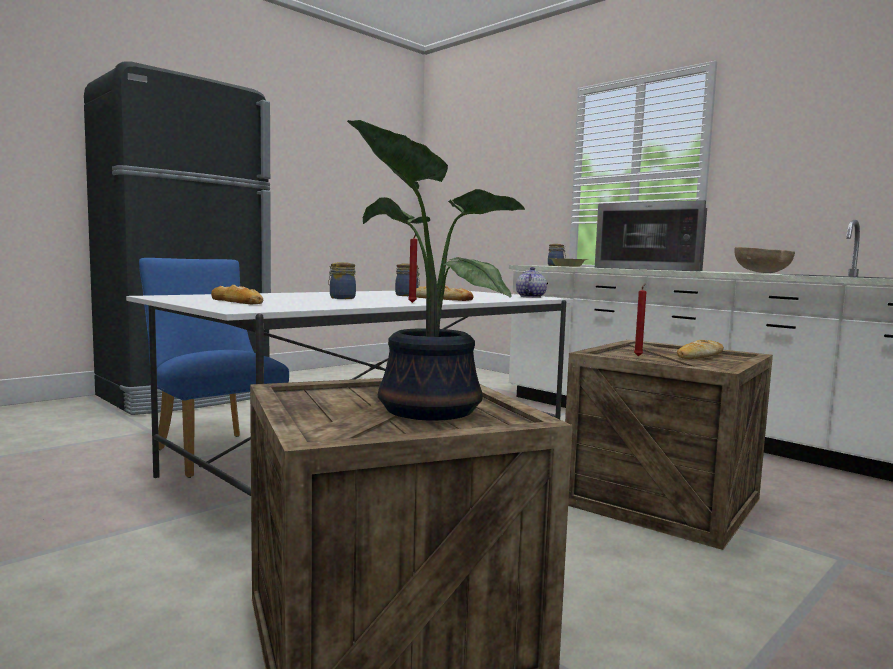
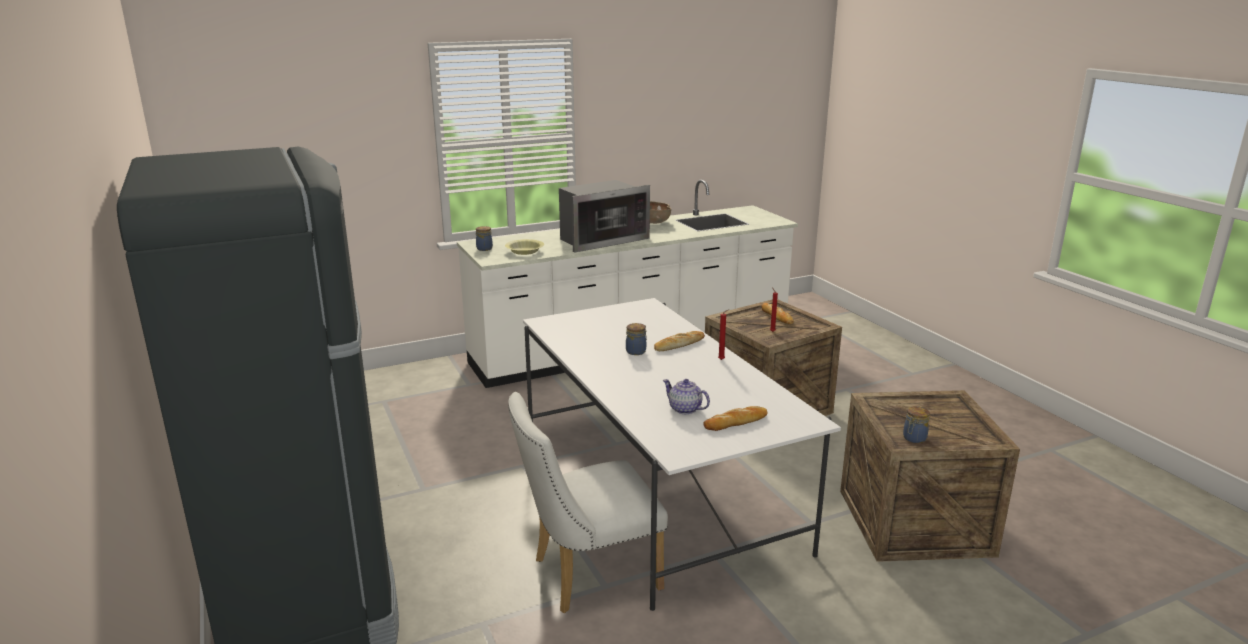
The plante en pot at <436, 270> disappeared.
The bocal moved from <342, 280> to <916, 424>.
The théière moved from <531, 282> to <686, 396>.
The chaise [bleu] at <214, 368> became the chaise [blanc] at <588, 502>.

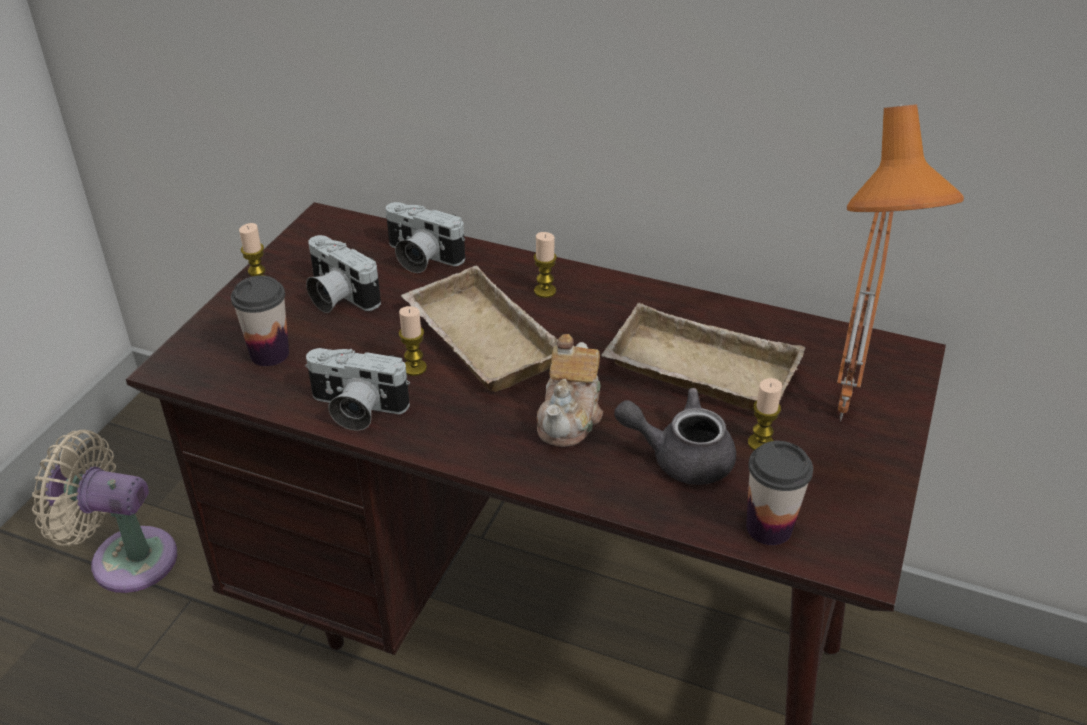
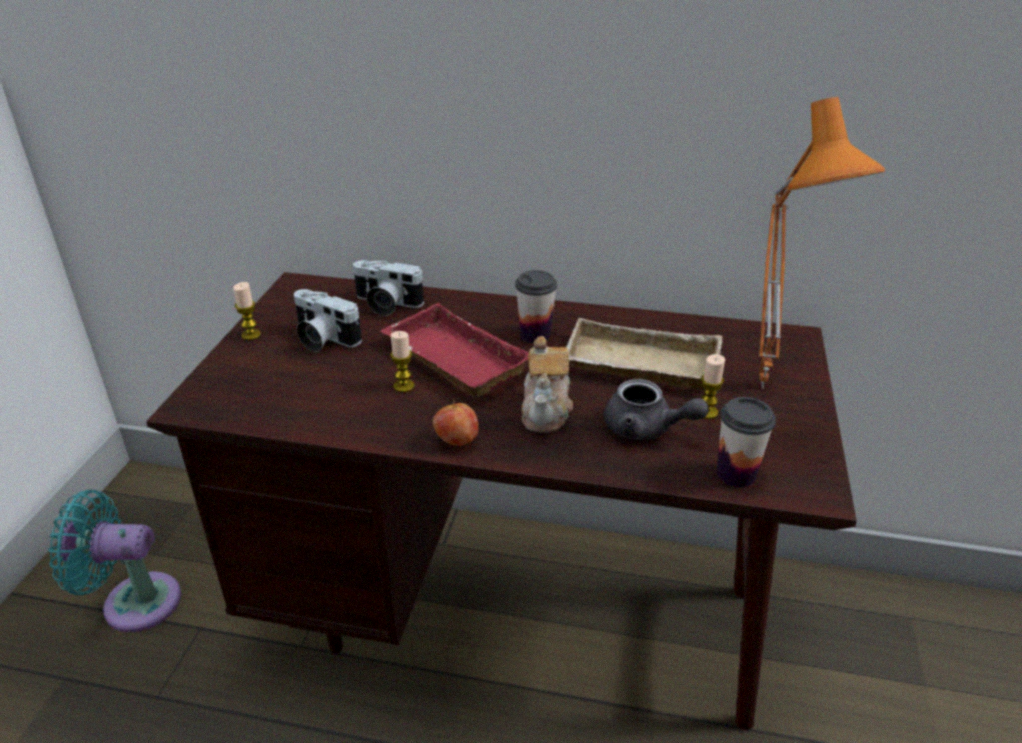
The appareil photo at <357, 389> disappeared.
The bougie at <545, 265> disappeared.
The pomme at <456, 423> appeared.
The tasse moved from <260, 321> to <536, 306>.
The ventilateur [beige] at <104, 511> became the ventilateur [turquoise] at <114, 561>.
The plateau [beige] at <479, 328> became the plateau [rouge] at <454, 350>.
The théière [gris] at <675, 436> turned 150 degrees counterclockwise.

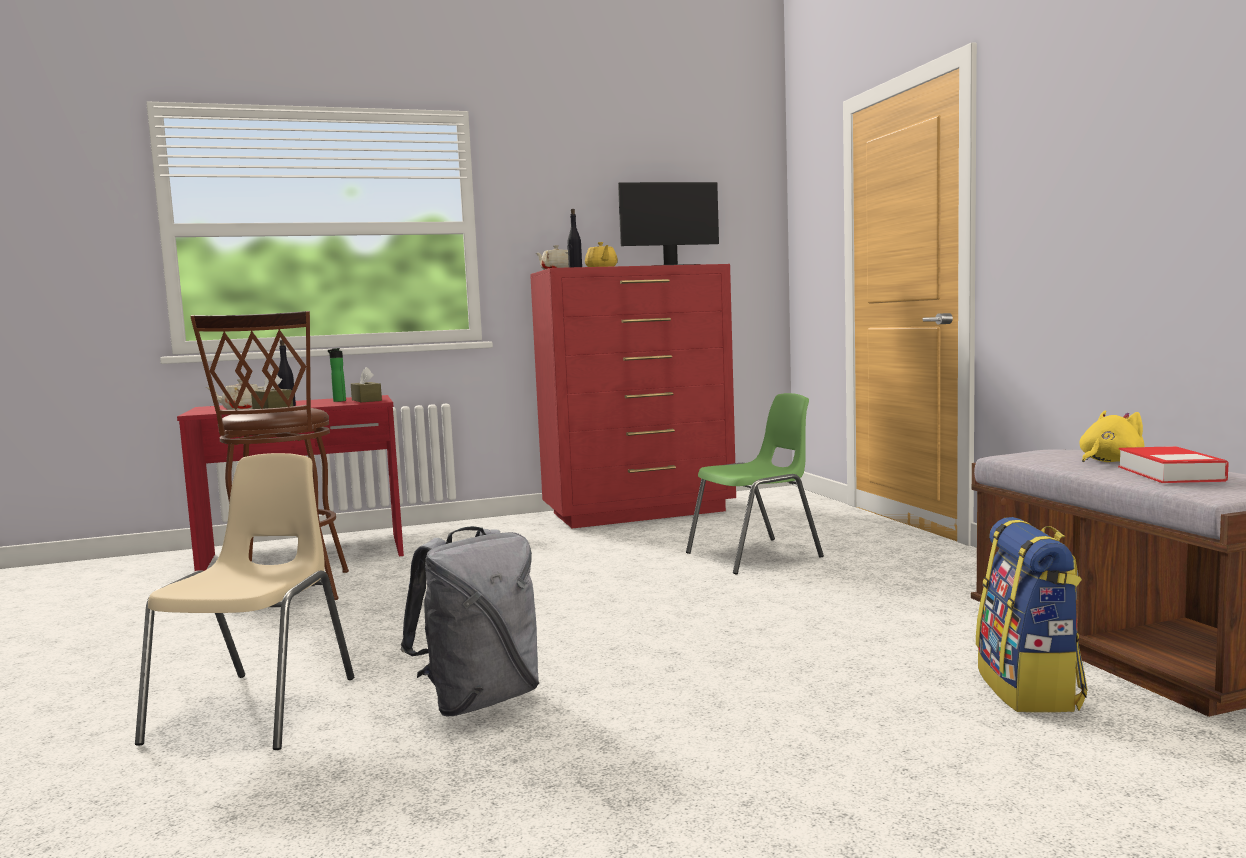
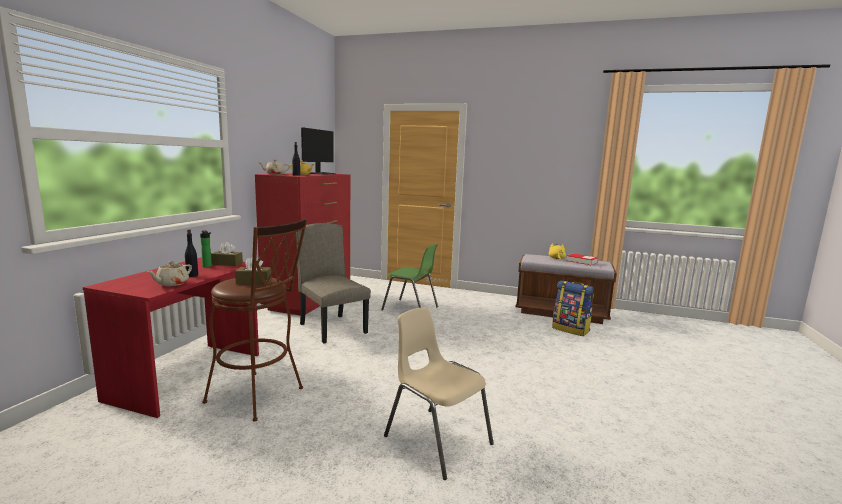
The sac à dos [gris] at <470, 621> disappeared.
The chaise [beige] at <333, 283> appeared.
The chaise [vert] at <755, 483> turned 105 degrees clockwise.

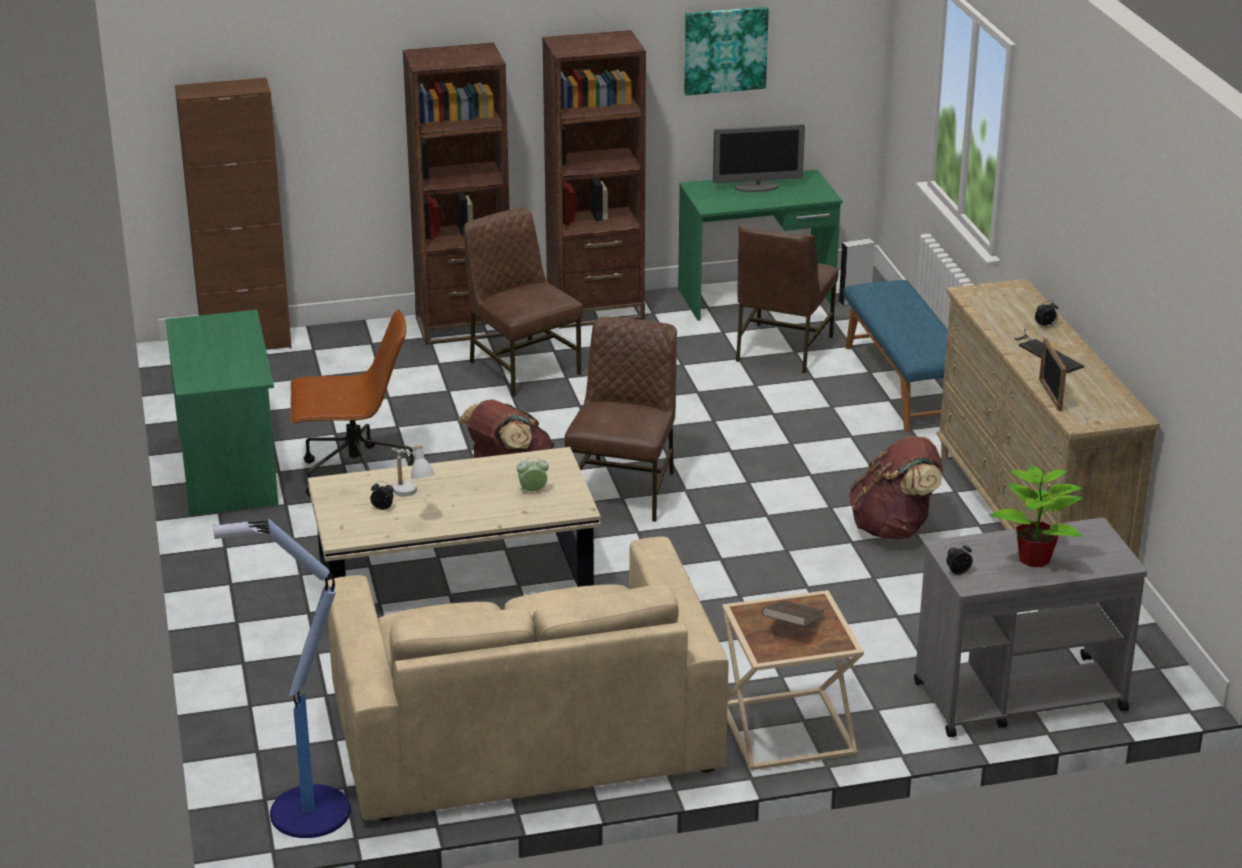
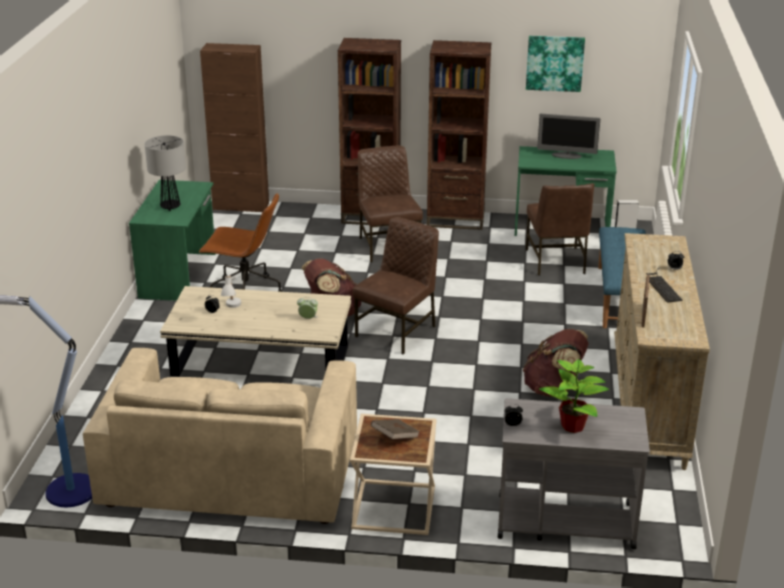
The lampe de table at <165, 173> appeared.
The chaise [marron] at <787, 299> turned 45 degrees counterclockwise.

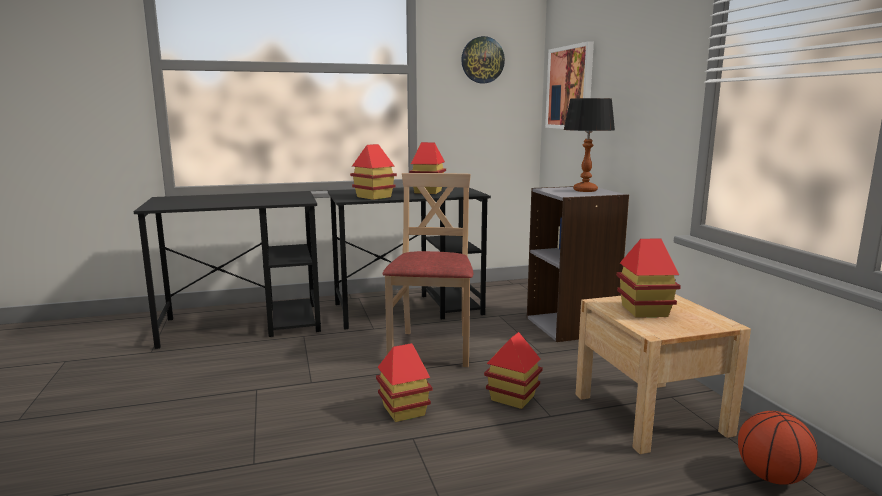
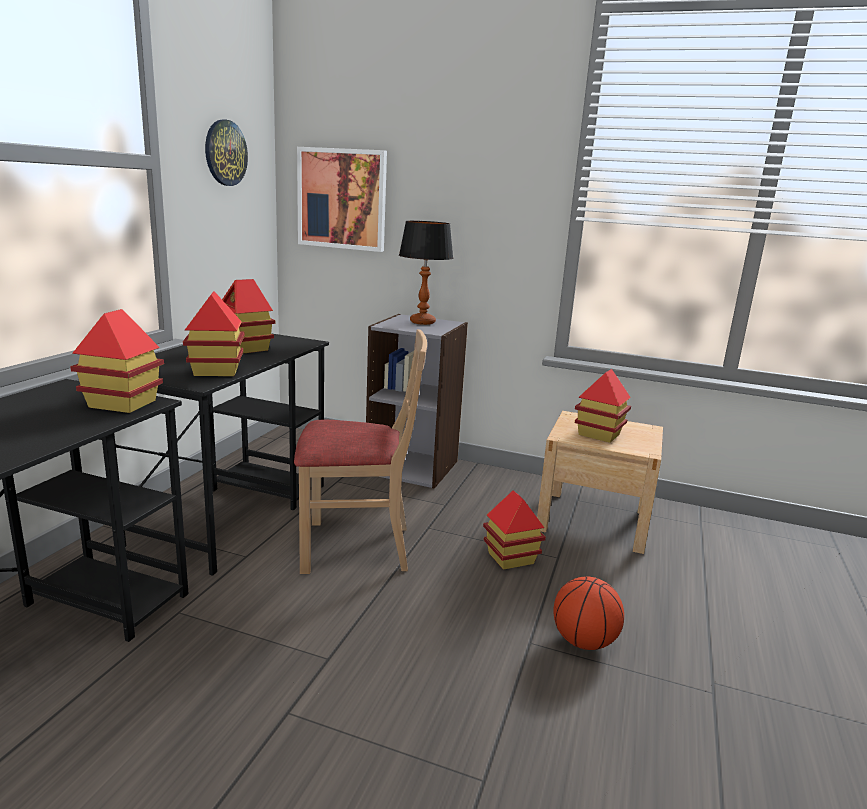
The maison miniature moved from <404, 382> to <117, 361>.
The ballon de basket moved from <778, 448> to <588, 613>.
The chaise [beige] at <427, 270> turned 135 degrees clockwise.

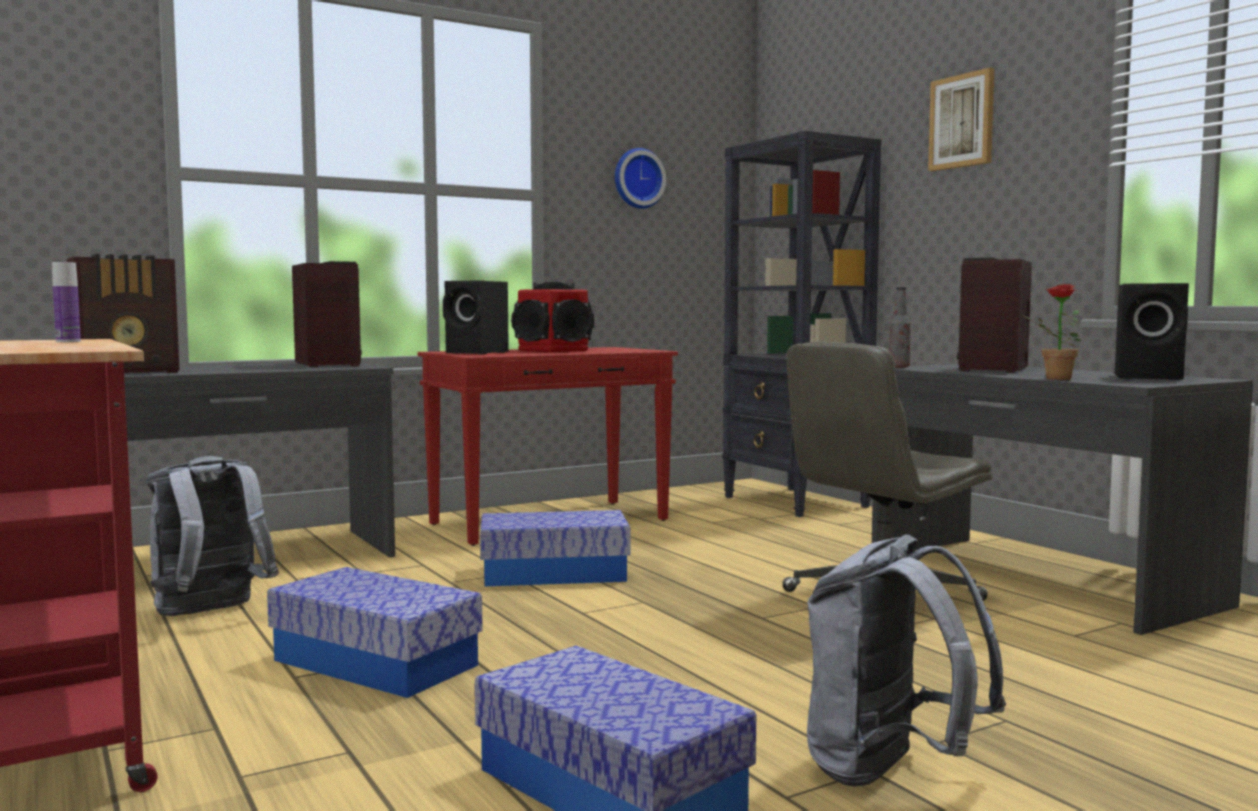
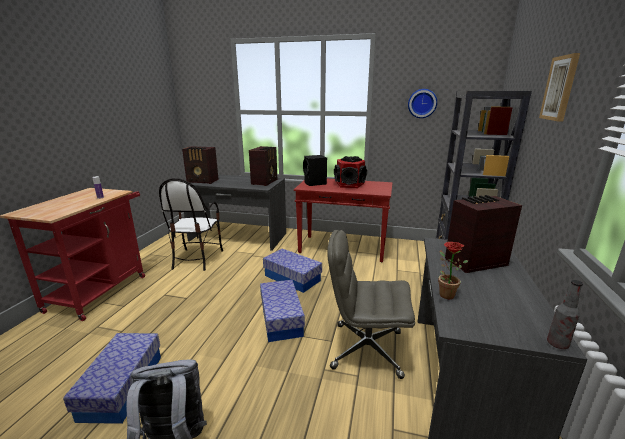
The enceinte [noir] at <1152, 331> disappeared.
The boîte de rangement moved from <375, 632> to <282, 311>.
The bouteille moved from <900, 327> to <565, 314>.
The sac à dos [gris] at <213, 536> was replaced by the chaise at <191, 224>.

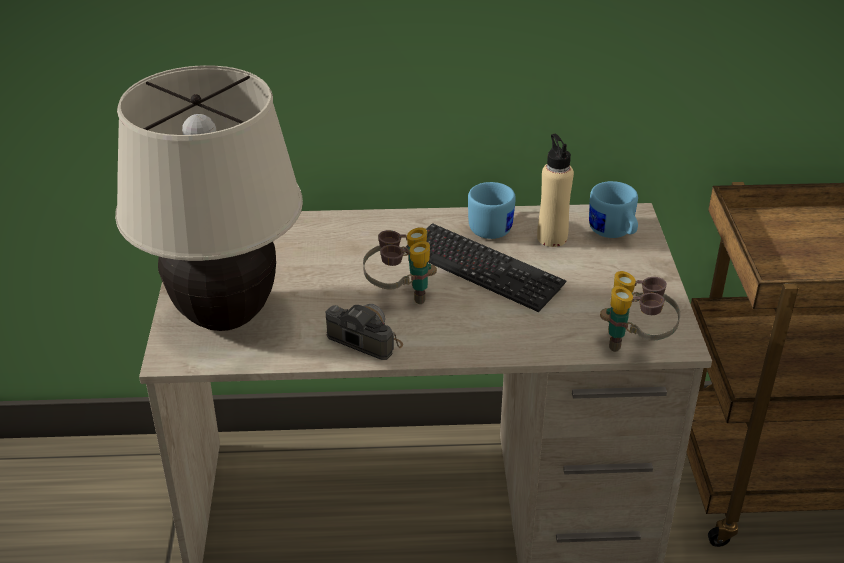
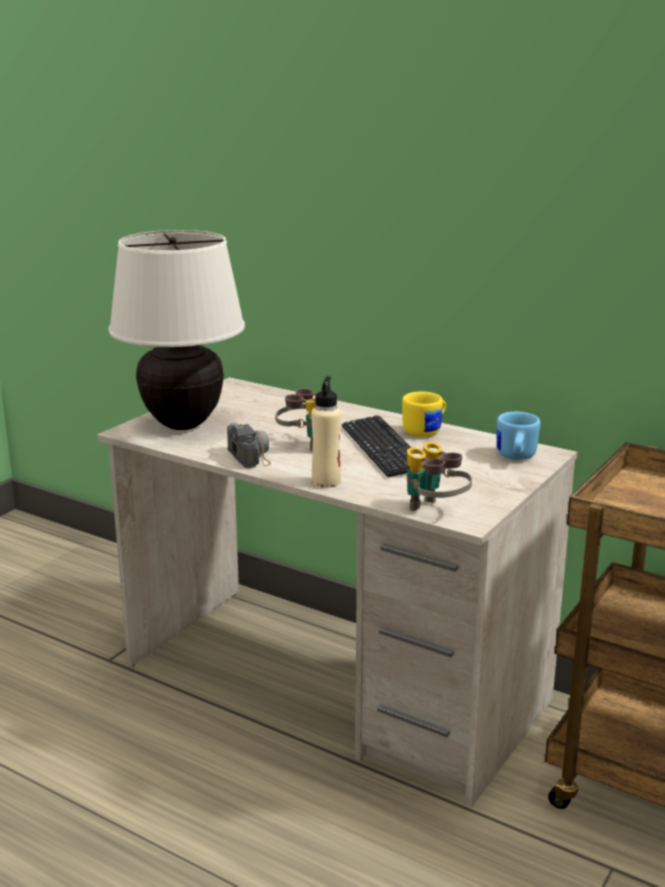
The bouteille [beige] moved from <555, 190> to <326, 432>.
The mug [bleu] at <492, 210> became the mug [jaune] at <424, 414>.

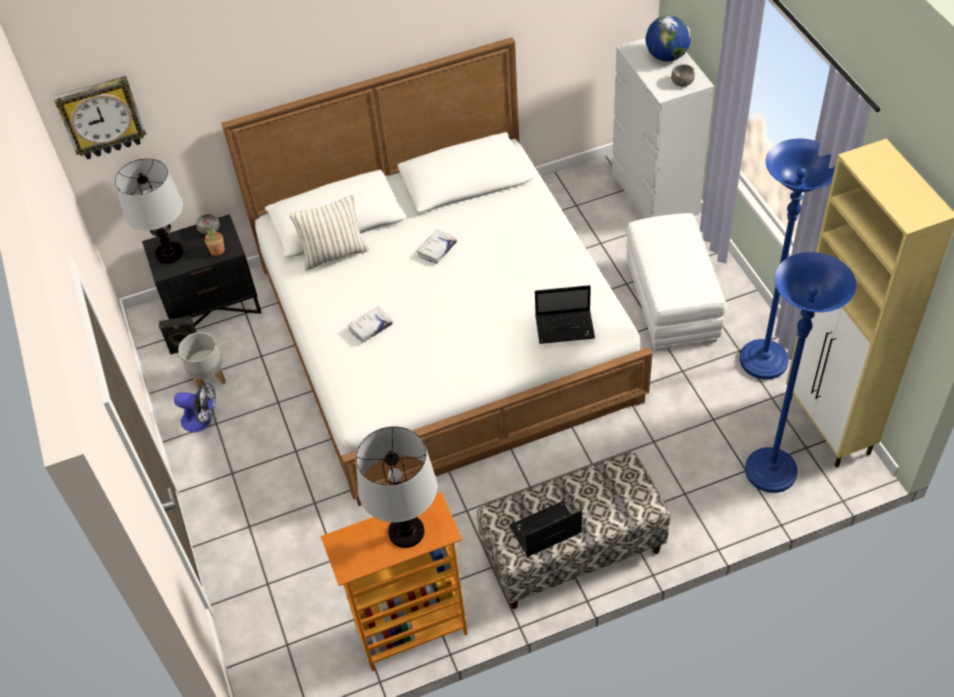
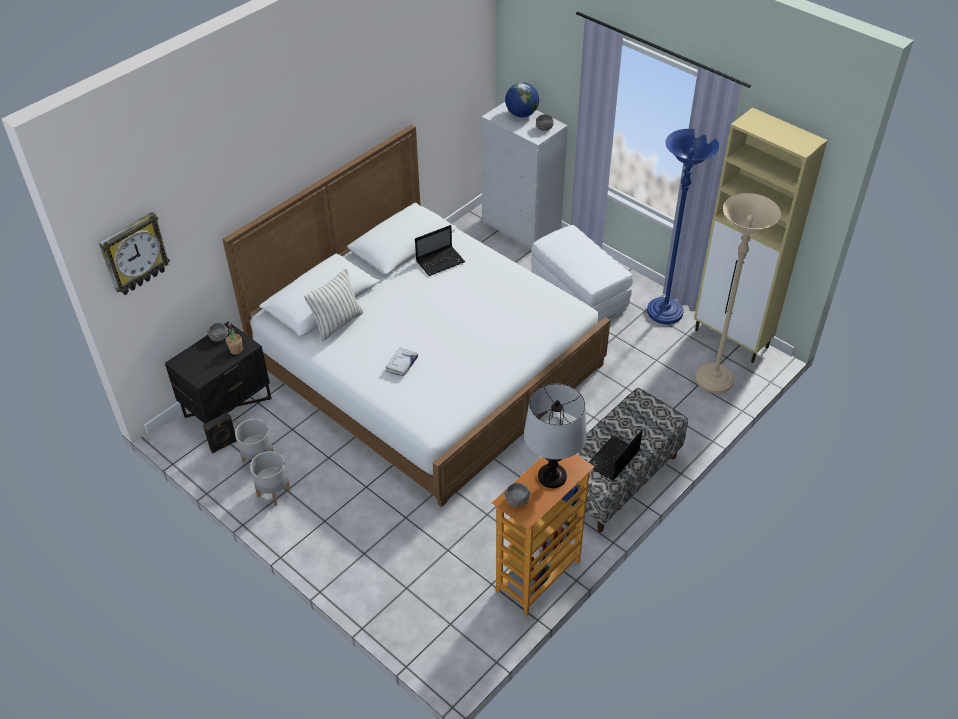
The lampe de table at <149, 211> disappeared.
The livre [blanc] at <437, 247> disappeared.
The bol [gris] at <517, 495> appeared.
The ordinateur portable moved from <565, 314> to <440, 250>.
The ventilateur at <195, 407> was replaced by the cache-pot [gris] at <270, 478>.
The lampadaire [bleu] at <800, 372> became the lampadaire [beige] at <738, 293>.

